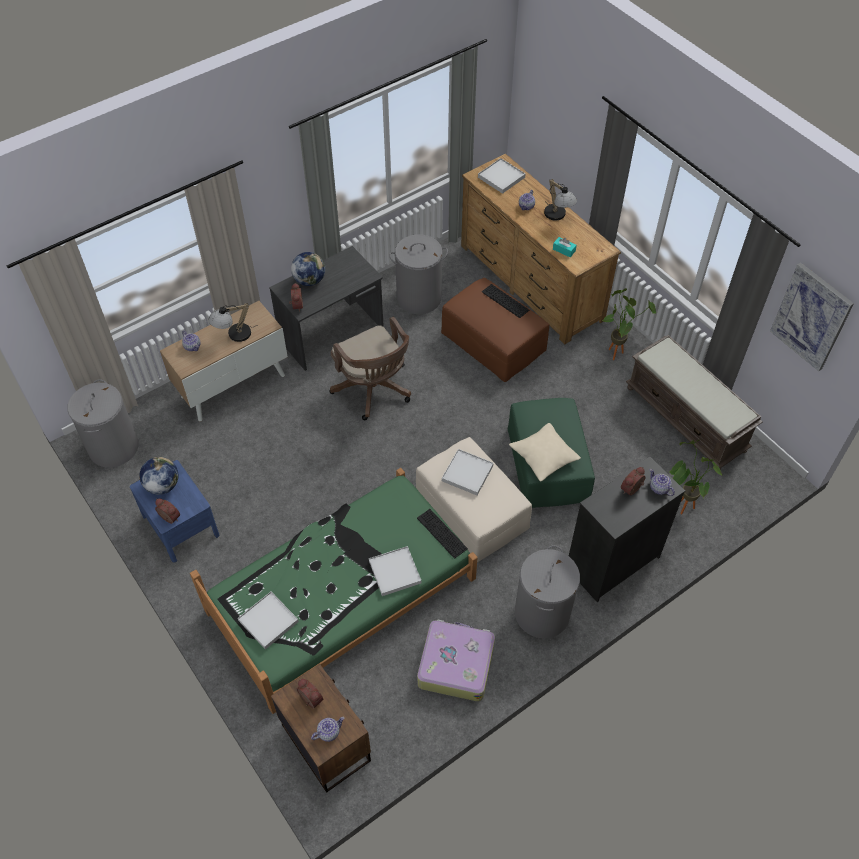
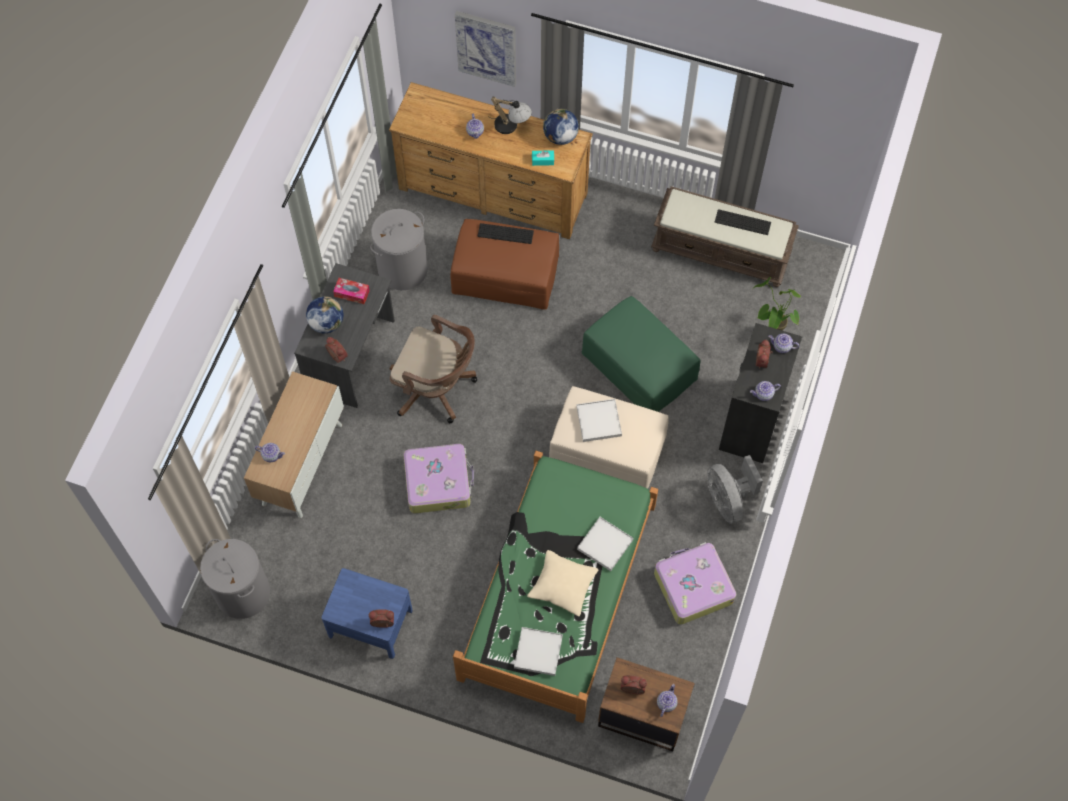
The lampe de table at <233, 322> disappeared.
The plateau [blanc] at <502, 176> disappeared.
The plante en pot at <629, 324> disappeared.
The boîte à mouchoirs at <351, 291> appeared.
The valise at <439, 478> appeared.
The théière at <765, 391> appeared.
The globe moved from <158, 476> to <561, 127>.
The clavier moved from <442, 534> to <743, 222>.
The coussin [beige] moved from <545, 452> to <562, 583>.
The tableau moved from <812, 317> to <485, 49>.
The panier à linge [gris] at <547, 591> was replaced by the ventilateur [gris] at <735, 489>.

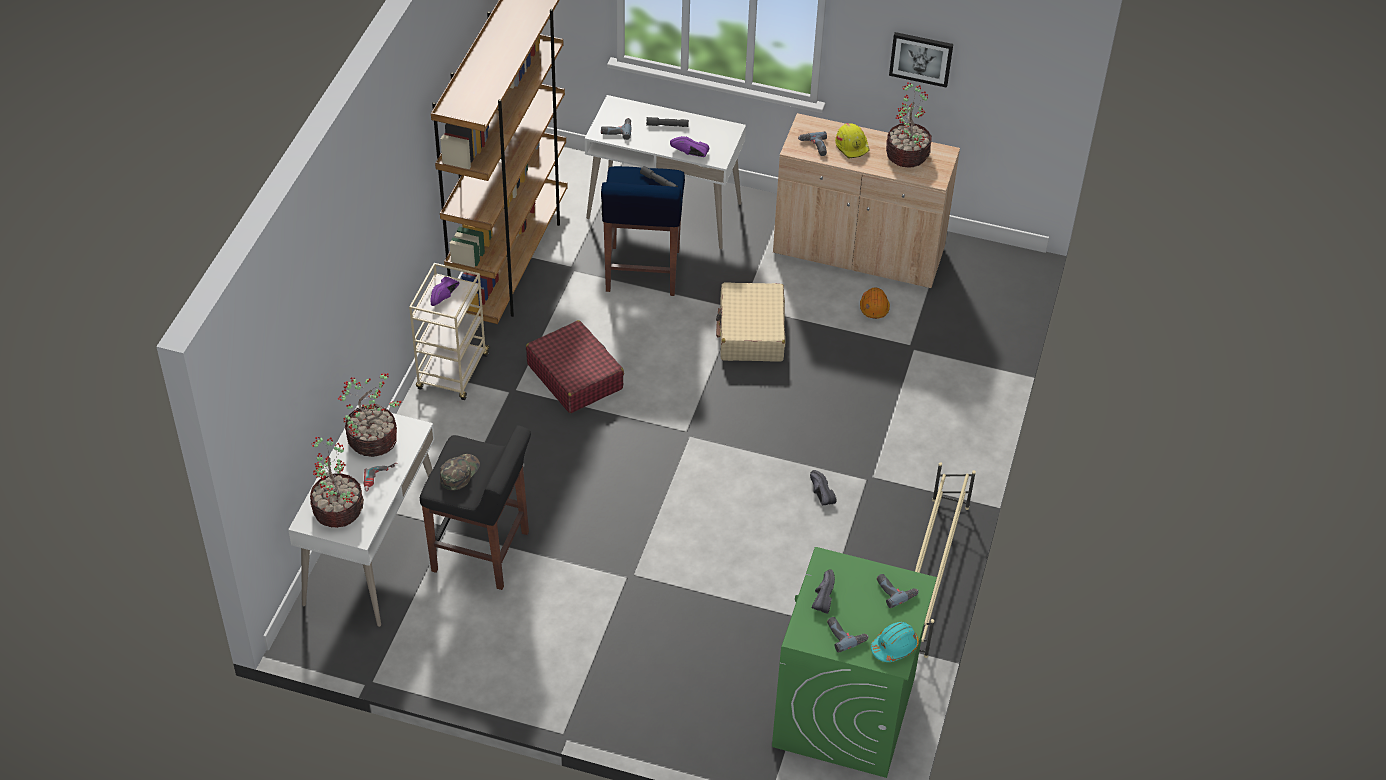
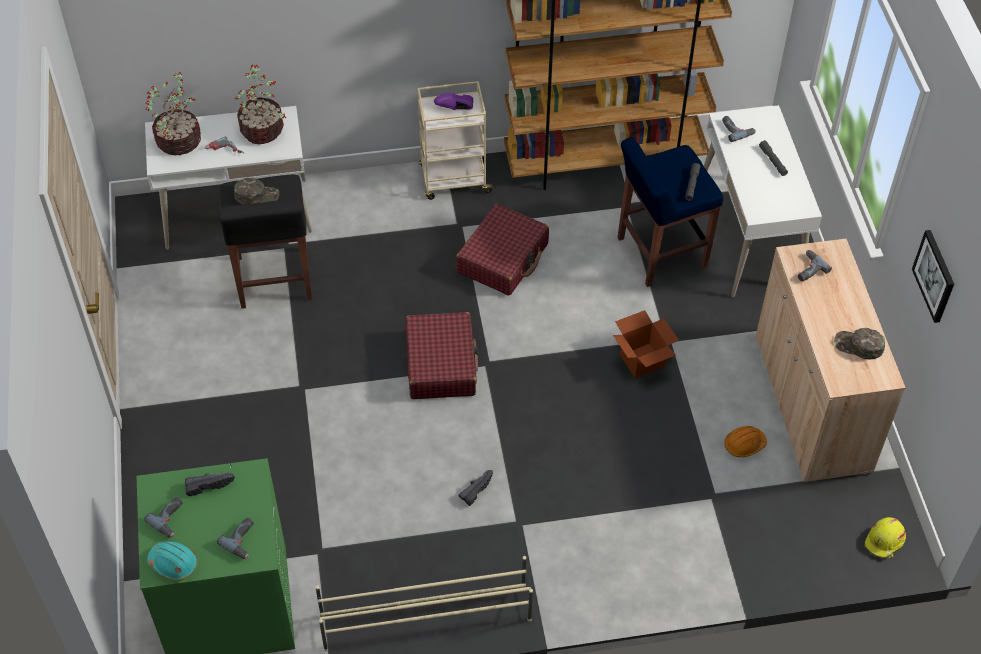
The chaussure [violet] at <689, 146> disappeared.
The valise [rouge] at <442, 355> appeared.
The casque de chantier [jaune] moved from <852, 140> to <885, 537>.
The valise [beige] at <751, 322> was replaced by the carton at <646, 344>.
The plante en pot at <909, 125> was replaced by the casquette [vert] at <859, 343>.

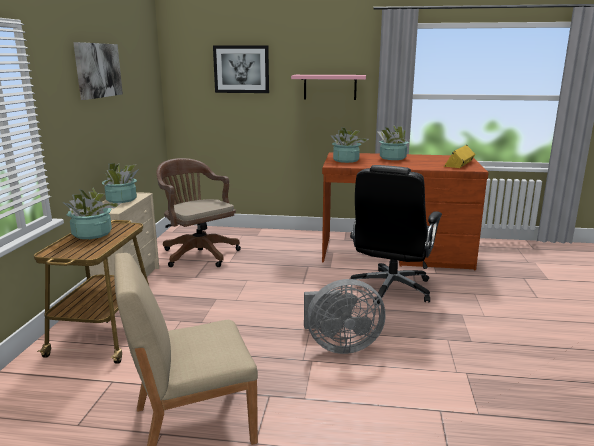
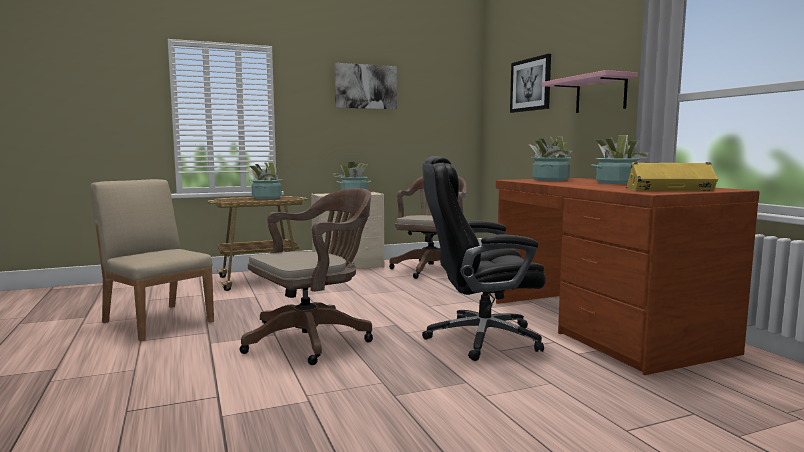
The ventilateur [gris] at <345, 316> was replaced by the chaise de bureau [marron] at <306, 276>.

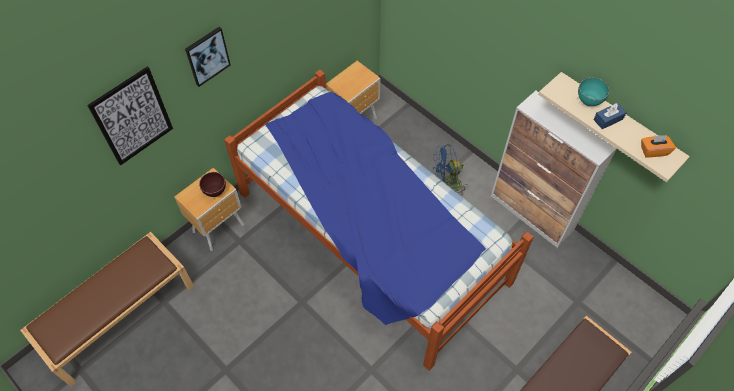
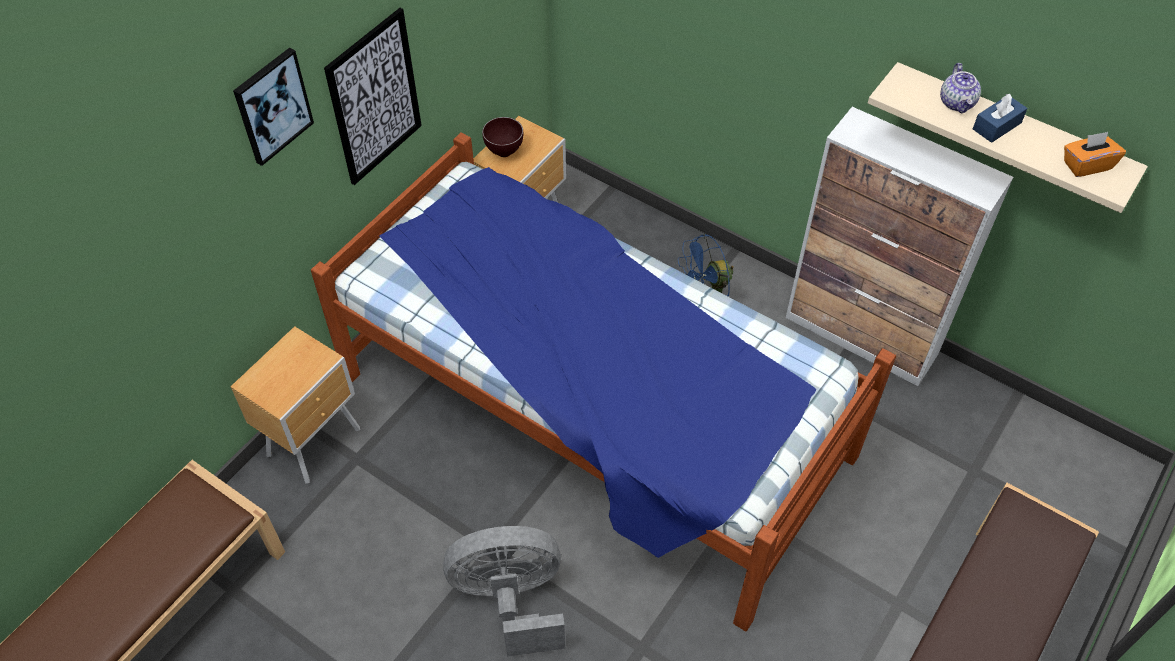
The ventilateur [gris] at <504, 591> appeared.
The tableau moved from <130, 116> to <373, 96>.
The bol [marron] moved from <212, 184> to <502, 137>.
The bol [turquoise] at <594, 91> was replaced by the théière at <960, 88>.

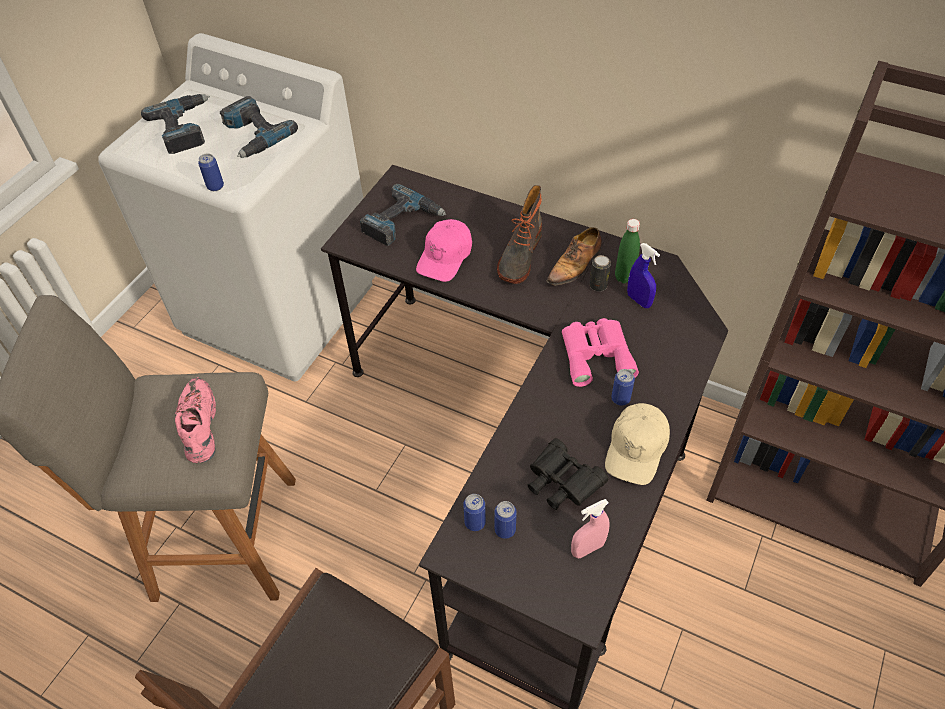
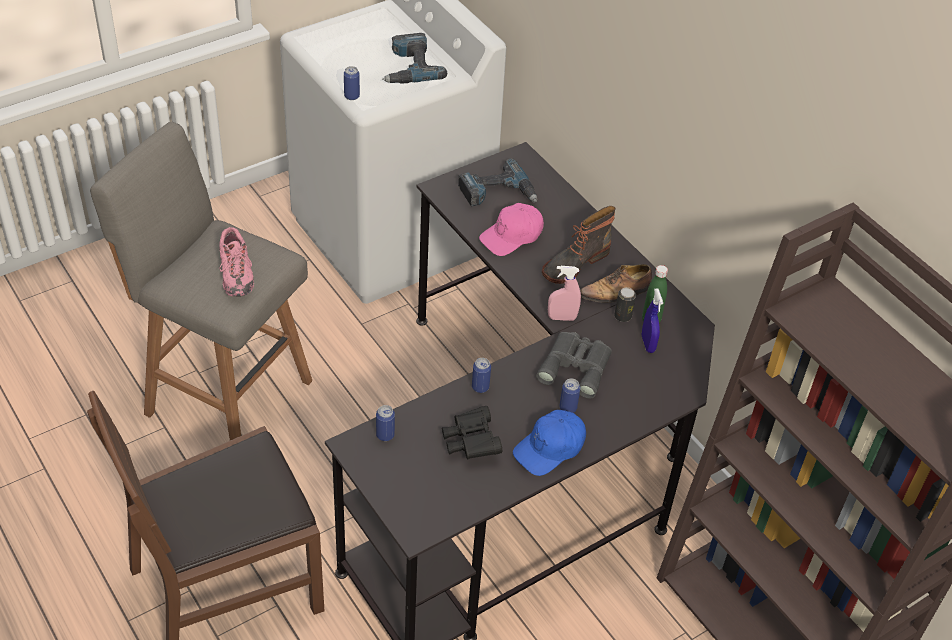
The perceuse at <175, 124> disappeared.
The boîte métallique moved from <505, 520> to <481, 375>.
The vaporisateur [rose] moved from <590, 528> to <564, 293>.
The jumelles [rose] at <600, 352> became the jumelles [gris] at <574, 365>.
The casquette [beige] at <637, 444> became the casquette [bleu] at <549, 443>.
The chaussure [rose] at <195, 420> turned 150 degrees clockwise.

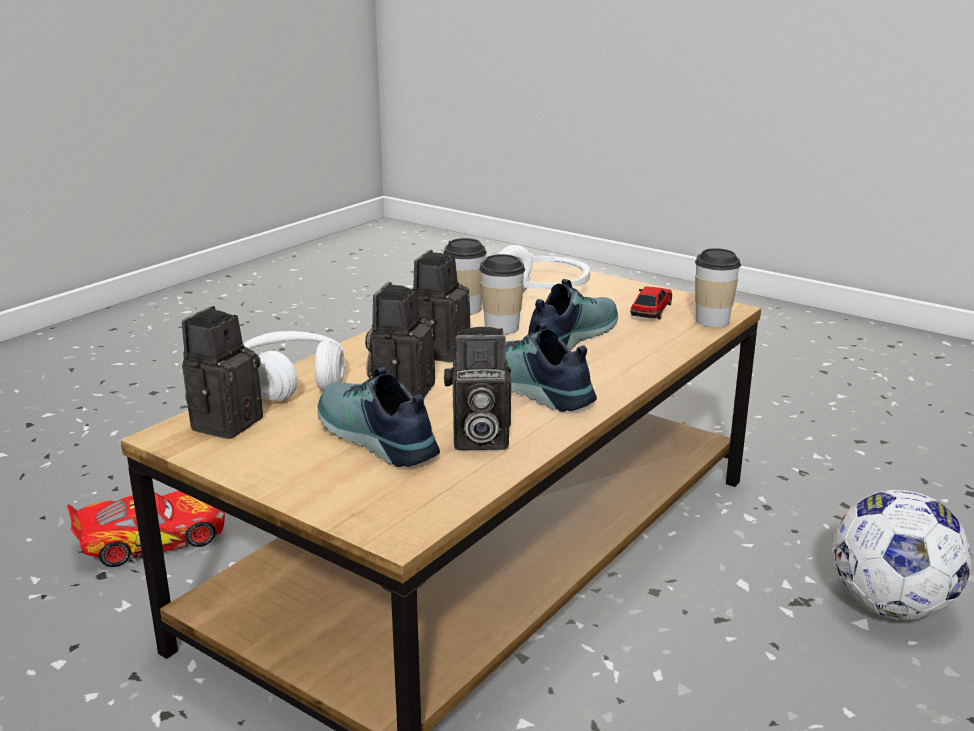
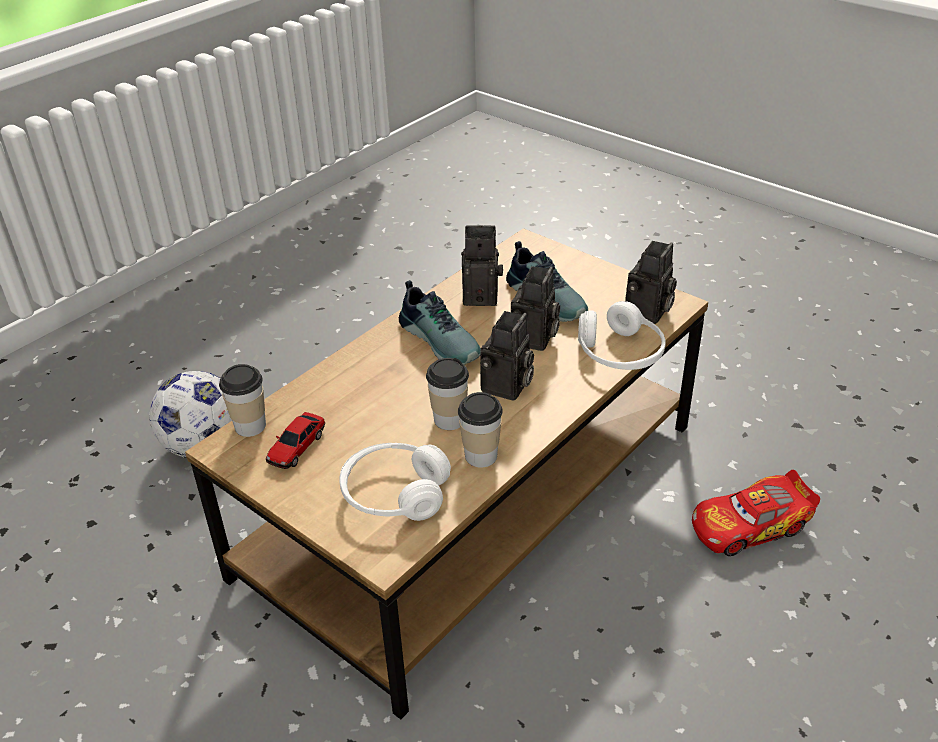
The chaussure at <573, 314> disappeared.

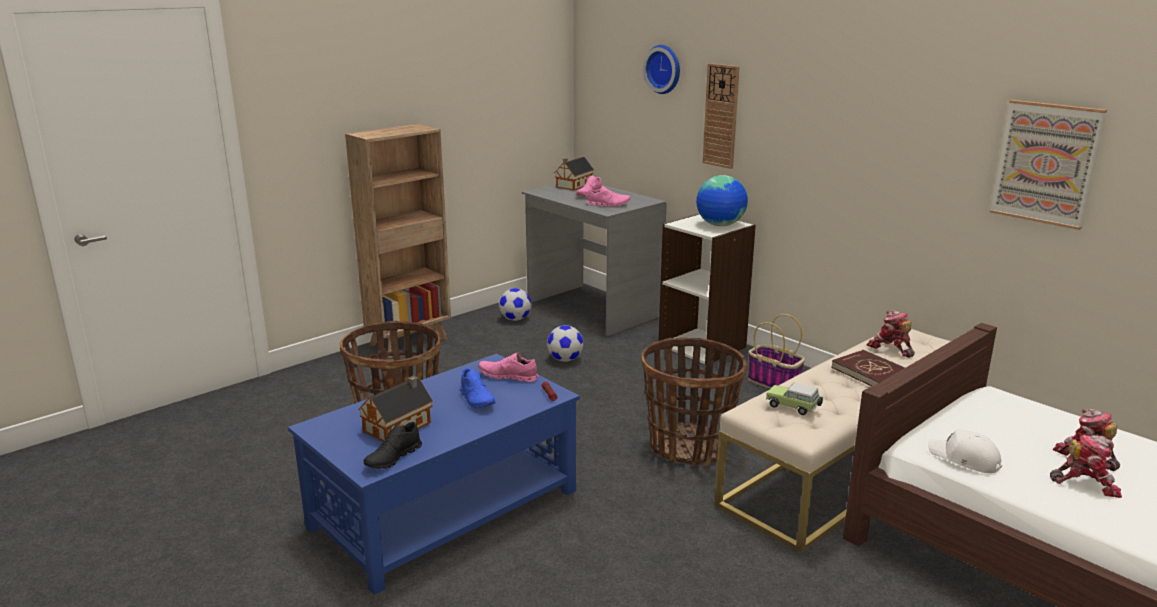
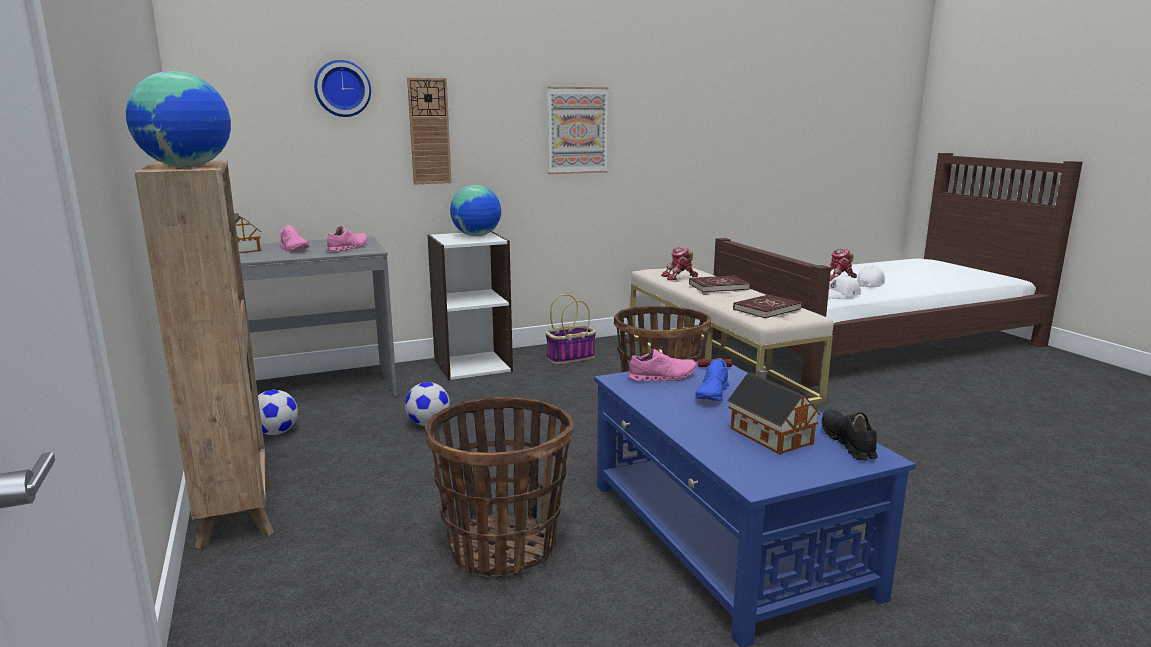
The globe at <178, 119> appeared.
The tableau moved from <1048, 165> to <578, 130>.
The petite voiture at <794, 399> was replaced by the livre [rouge] at <767, 306>.
The robot jouet at <1086, 466> was replaced by the casquette [blanc] at <871, 276>.
The chaussure [noir] at <393, 445> turned 150 degrees counterclockwise.
The chaussure [bleu] at <478, 388> turned 120 degrees clockwise.
The chaussure [rose] at <508, 367> turned 135 degrees counterclockwise.

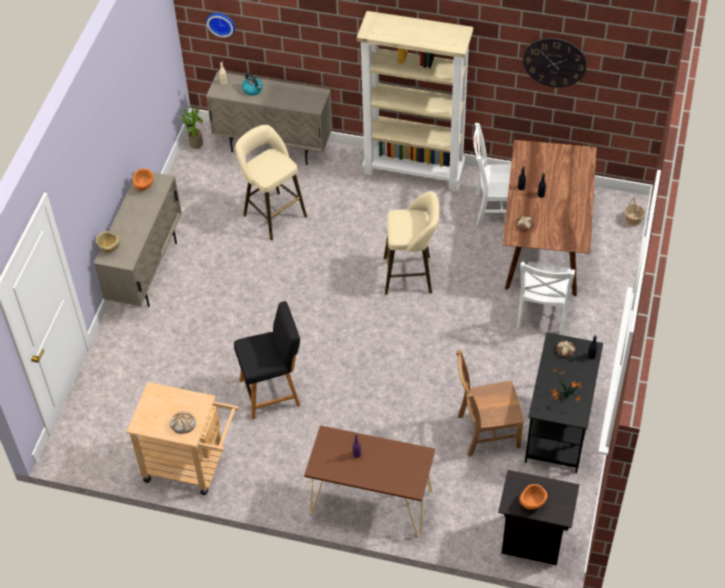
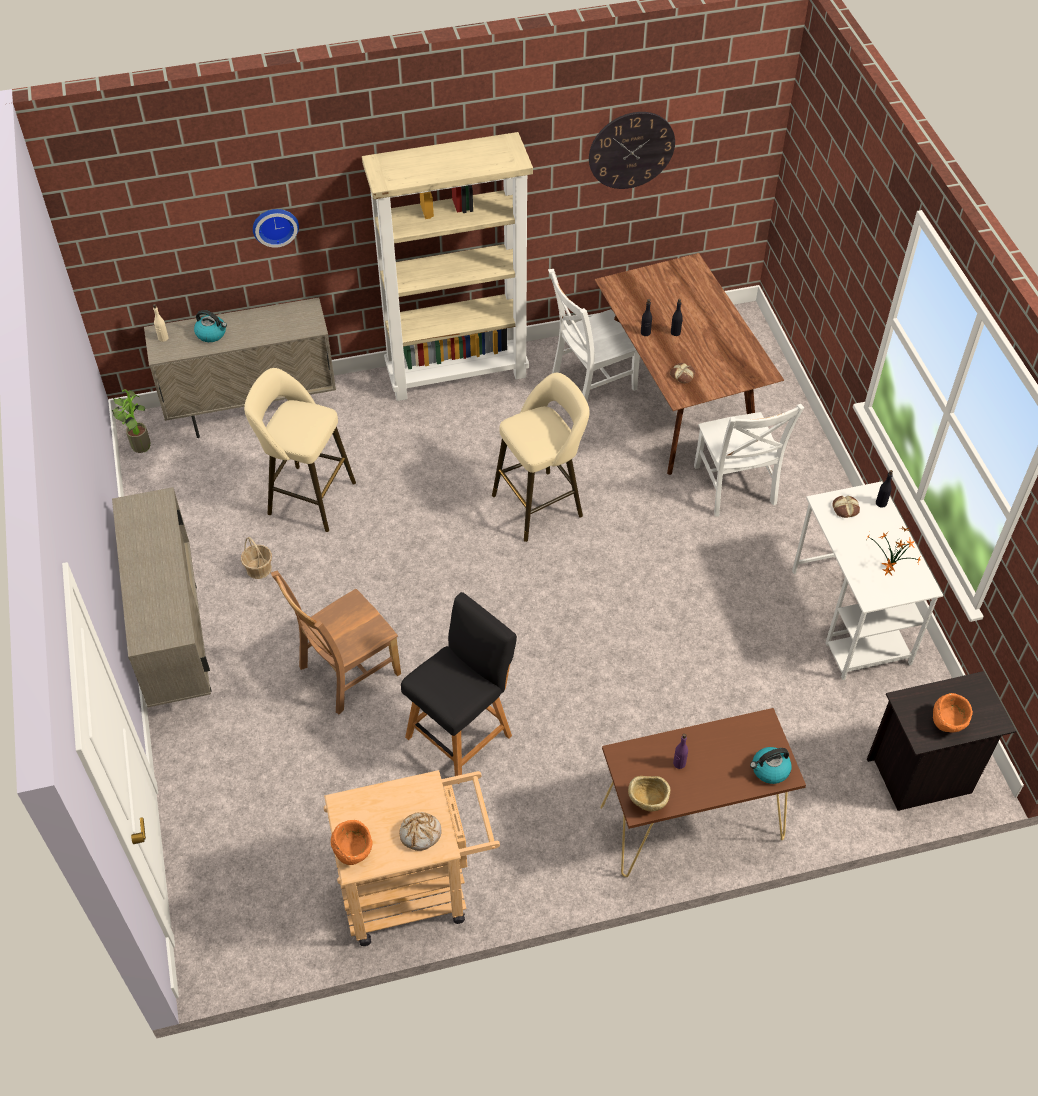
The bouilloire at <771, 765> appeared.
The bol [beige] moved from <108, 241> to <649, 793>.
The bol [orange] moved from <143, 179> to <352, 842>.
The horloge murale moved from <220, 25> to <276, 228>.
The chaise [marron] moved from <490, 403> to <336, 642>.
The panier moved from <635, 212> to <256, 558>.
The bureau [noir] at <564, 402> became the bureau [blanc] at <867, 580>.

